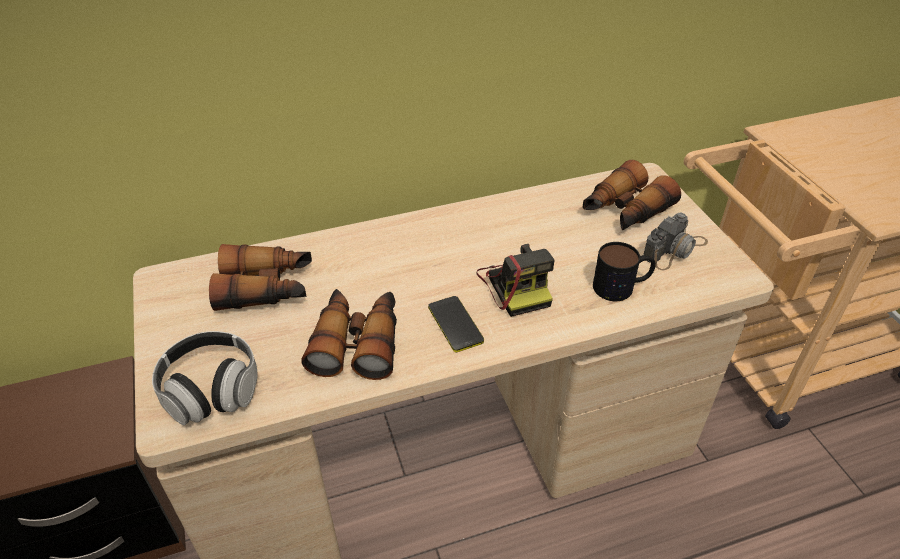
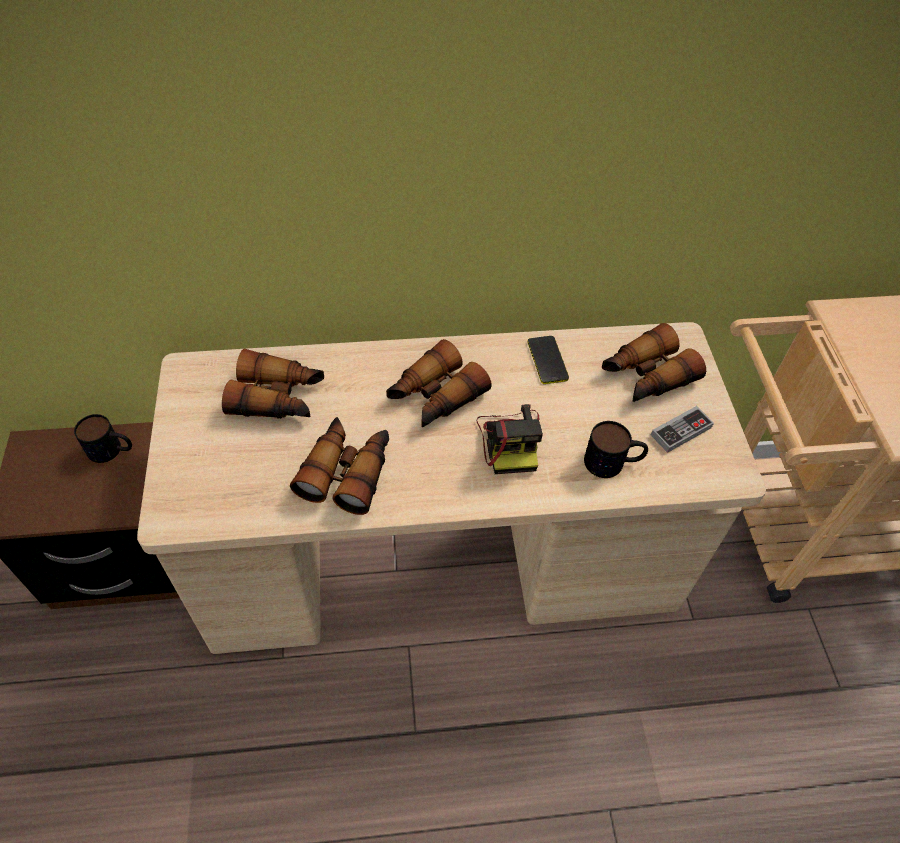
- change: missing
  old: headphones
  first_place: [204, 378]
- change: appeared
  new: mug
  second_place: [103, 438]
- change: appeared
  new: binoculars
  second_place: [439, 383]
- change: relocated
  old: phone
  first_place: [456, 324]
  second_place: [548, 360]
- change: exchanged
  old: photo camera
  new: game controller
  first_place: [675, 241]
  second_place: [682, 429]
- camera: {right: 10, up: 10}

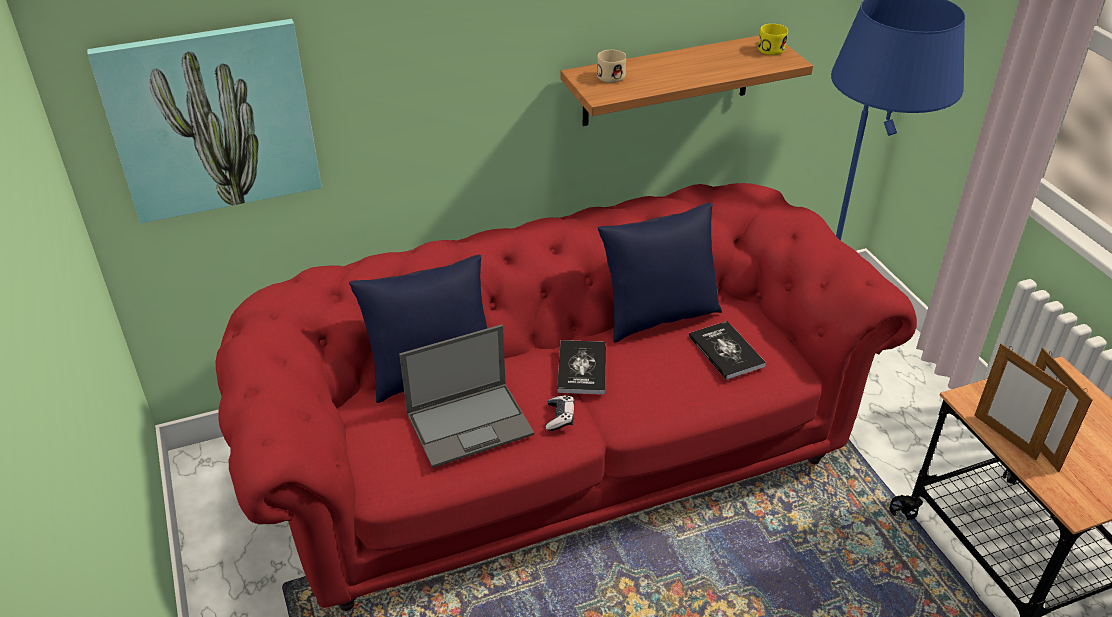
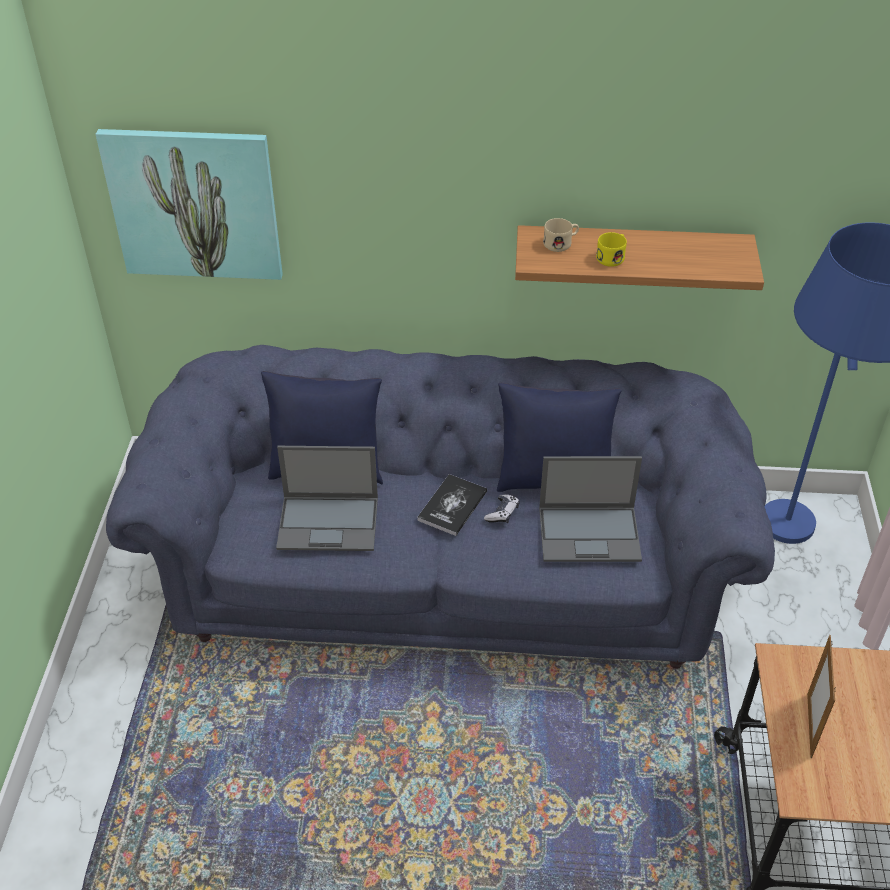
- change: missing
  old: picture frame
  first_place: [1021, 402]
- change: relocated
  old: game controller
  first_place: [560, 413]
  second_place: [501, 509]
- change: relocated
  old: yellow mug
  first_place: [773, 39]
  second_place: [611, 249]
- change: exchanged
  old: book
  new: laptop
  first_place: [727, 350]
  second_place: [590, 509]
- change: colour
  old: red sofa
  new: blue sofa
  first_place: [566, 397]
  second_place: [440, 507]
- camera: {right: 25, up: 5}

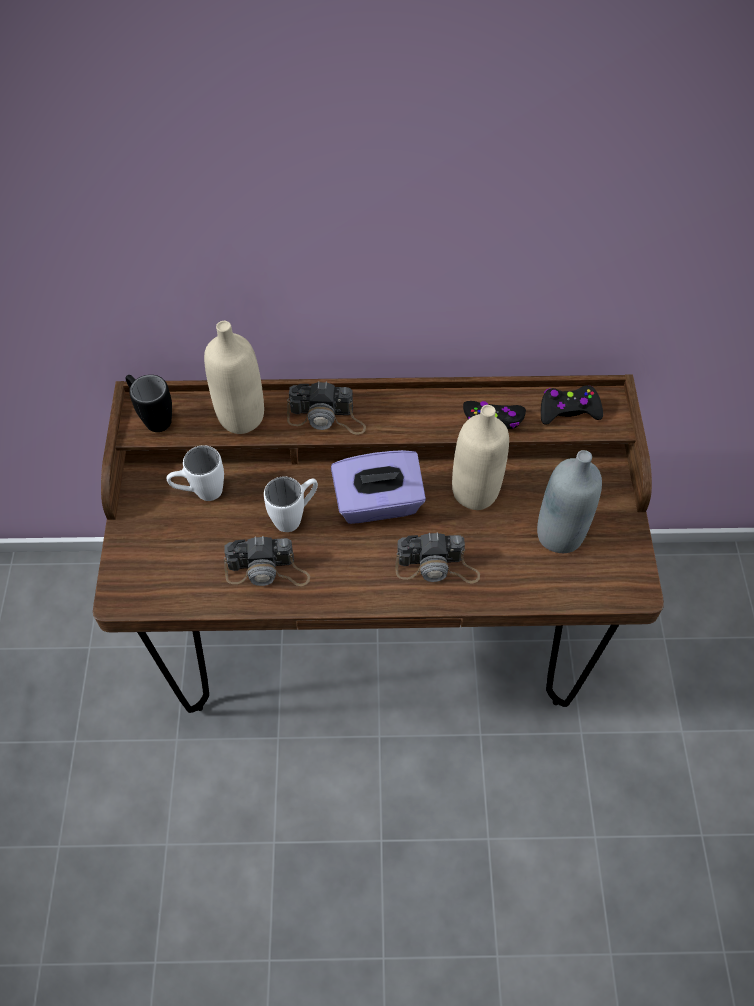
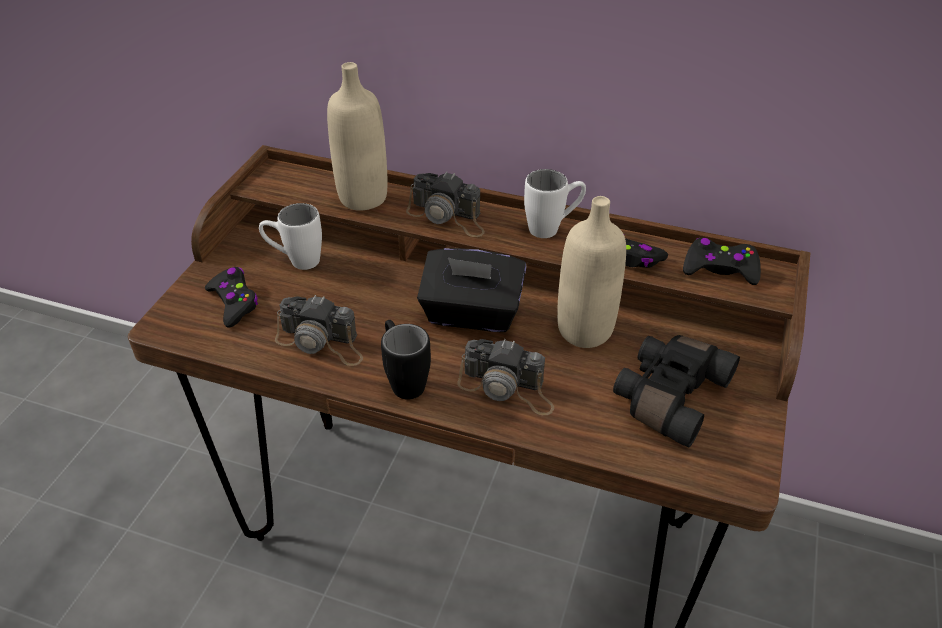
- change: appeared
  new: black game controller
  second_place: [231, 297]
- change: relocated
  old: black mug
  first_place: [148, 403]
  second_place: [406, 359]
- change: relocated
  old: white mug
  first_place: [291, 504]
  second_place: [555, 203]
- change: exchanged
  old: grey bottle
  new: black binoculars
  first_place: [569, 501]
  second_place: [676, 391]
- change: colour
  old: purple tissue box
  new: black tissue box
  first_place: [378, 487]
  second_place: [471, 290]
- camera: {right: 20, up: -15}

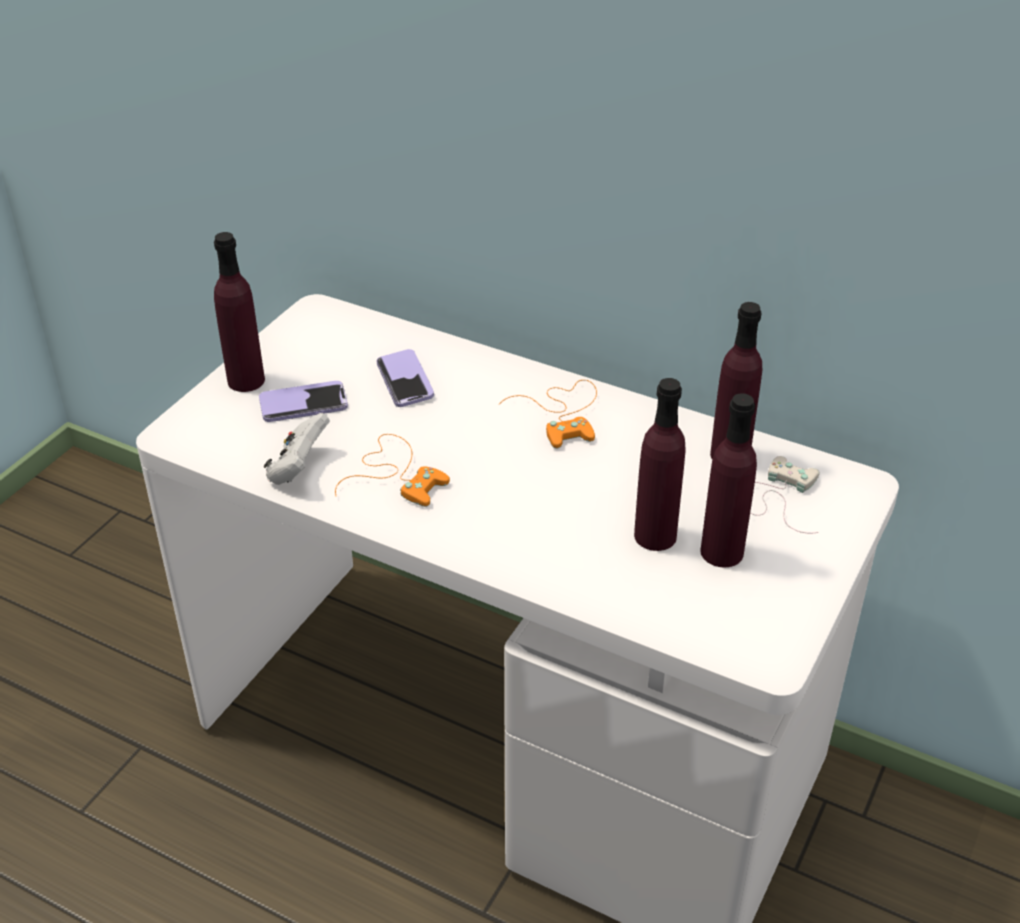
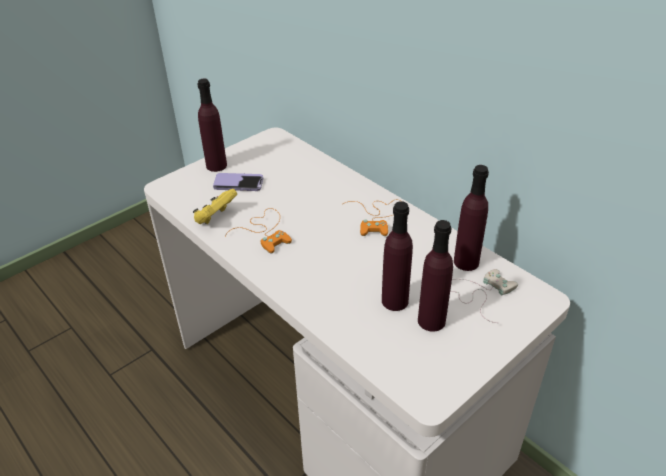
- change: missing
  old: phone
  first_place: [405, 378]
- change: colour
  old: white game controller
  new: yellow game controller
  first_place: [297, 449]
  second_place: [215, 206]
- camera: {right: 20, up: 0}

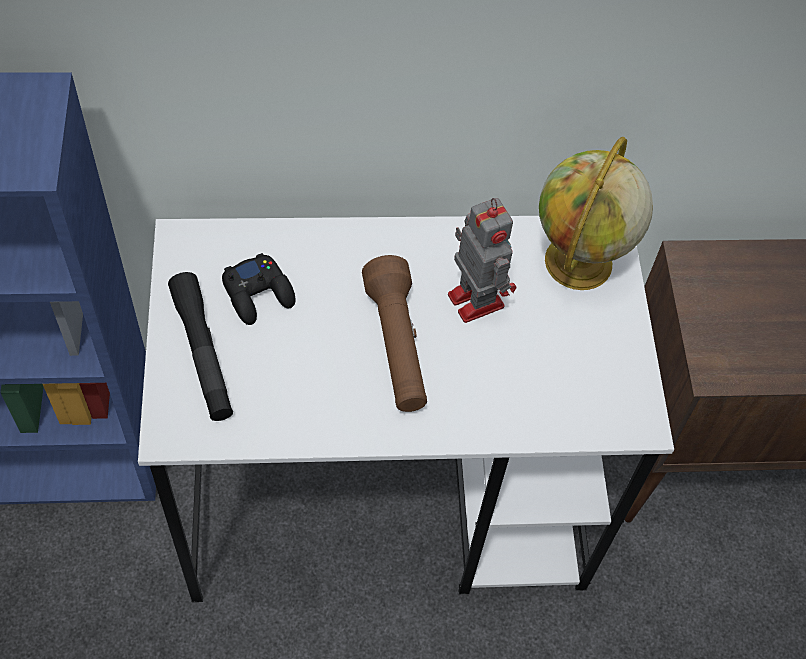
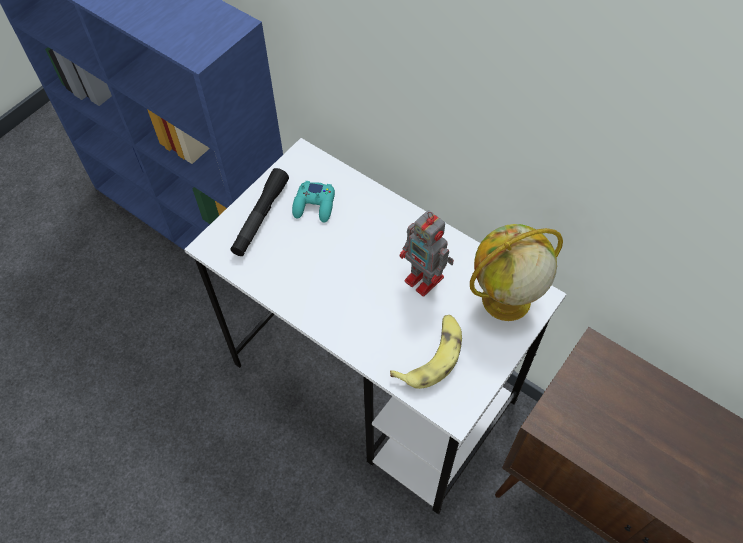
- change: missing
  old: brown flashlight
  first_place: [394, 333]
- change: appeared
  new: banana
  second_place: [426, 352]
- change: colour
  old: black game controller
  new: turquoise game controller
  first_place: [258, 289]
  second_place: [313, 202]
- change: spun
  old: toy robot
  first_place: [482, 260]
  second_place: [427, 253]
  degrees: 120
- camera: {right: 45, up: 0}

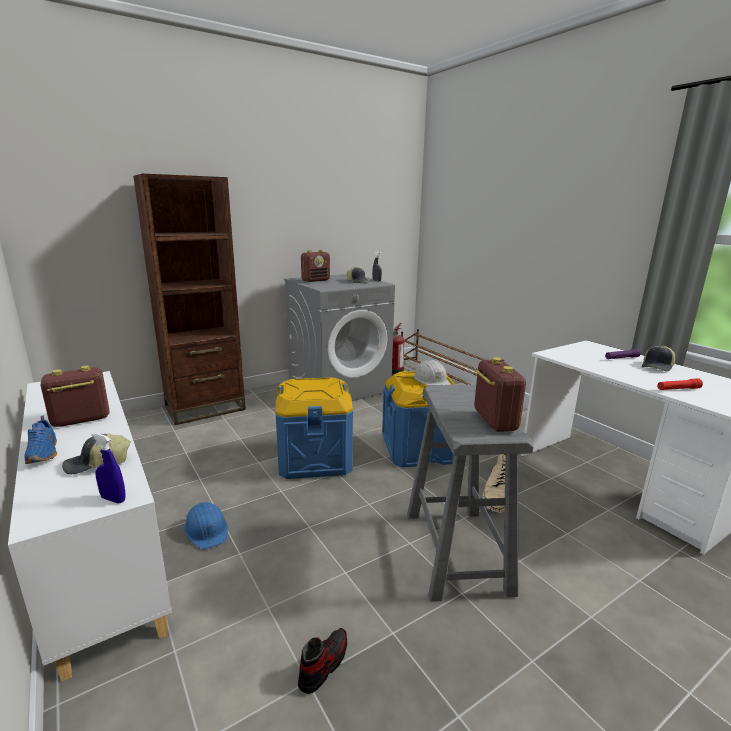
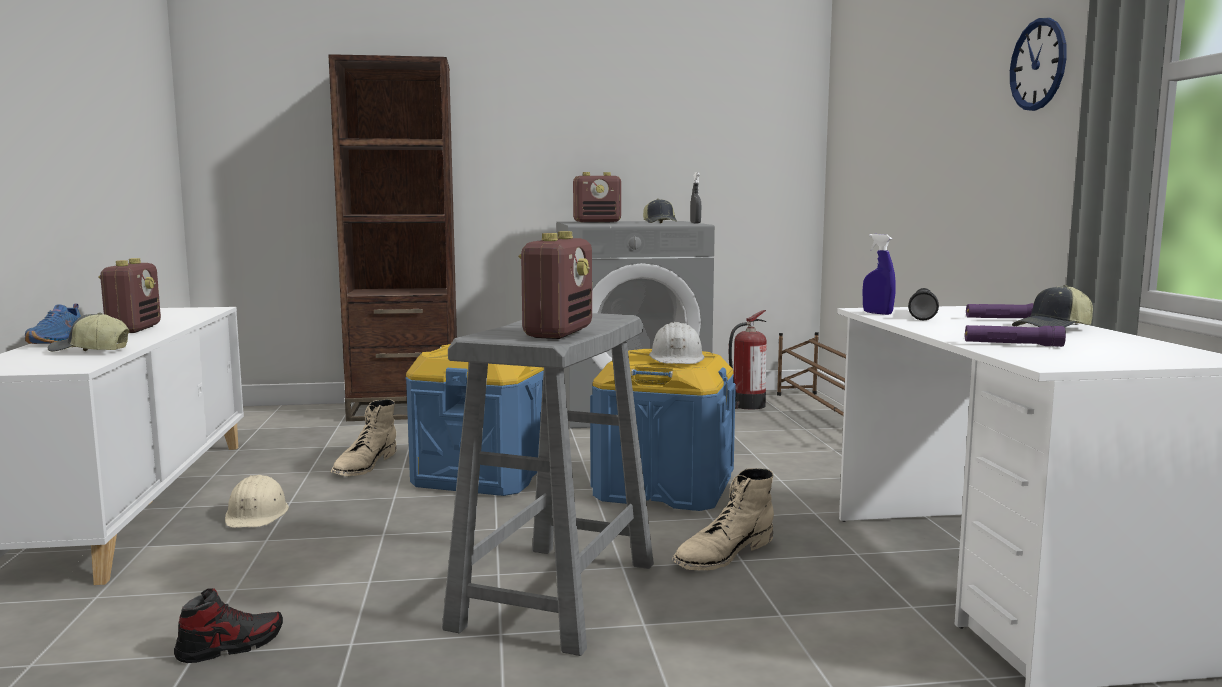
- change: appeared
  new: beige boot
  second_place: [363, 437]
- change: appeared
  new: black flashlight
  second_place: [923, 304]
- change: appeared
  new: wall clock
  second_place: [1038, 64]
- change: relocated
  old: blue spray bottle
  first_place: [108, 468]
  second_place: [879, 274]
- change: colour
  old: blue hard hat
  new: beige hard hat
  first_place: [206, 525]
  second_place: [257, 501]
- change: colour
  old: red flashlight
  new: purple flashlight
  first_place: [680, 384]
  second_place: [1015, 336]
- change: spun
  old: radio
  first_place: [75, 396]
  second_place: [129, 295]
  degrees: 90
- camera: {right: 25, up: -10}

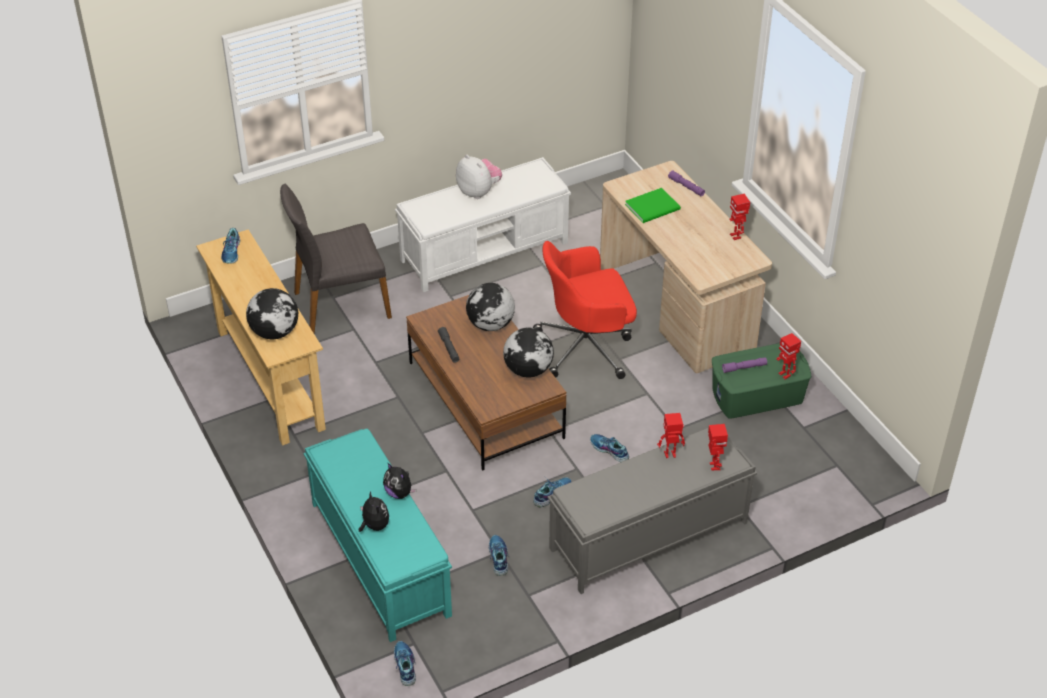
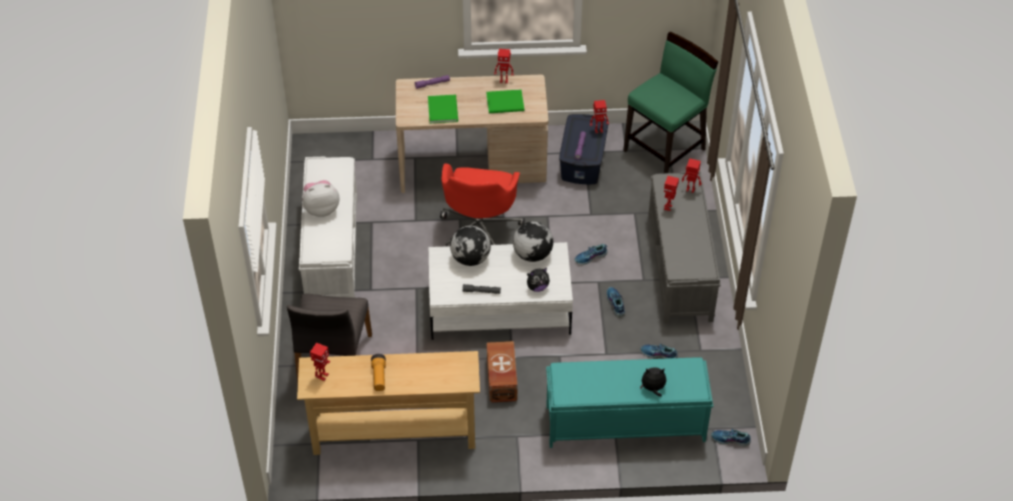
- change: missing
  old: globe
  first_place: [272, 313]
- change: appeared
  new: flashlight
  second_place: [378, 372]
- change: appeared
  new: green book
  second_place: [505, 101]
- change: appeared
  new: brown storage box
  second_place: [502, 372]
- change: appeared
  new: green chair
  second_place: [670, 102]
- change: relocated
  old: plush toy
  first_place: [399, 480]
  second_place: [538, 280]
- change: exchanged
  old: shoe
  new: toy robot
  first_place: [231, 246]
  second_place: [320, 362]
- change: colour
  old: brown coffee table
  new: white coffee table
  first_place: [486, 382]
  second_place: [501, 291]
- change: colour
  old: green storage box
  new: blue storage box
  first_place: [761, 381]
  second_place: [584, 149]
- camera: {right: -65, up: 5}

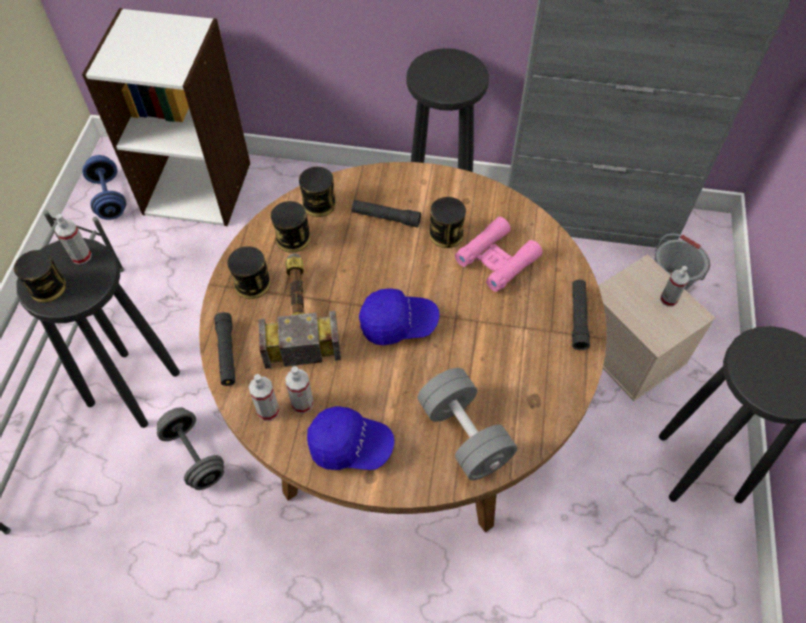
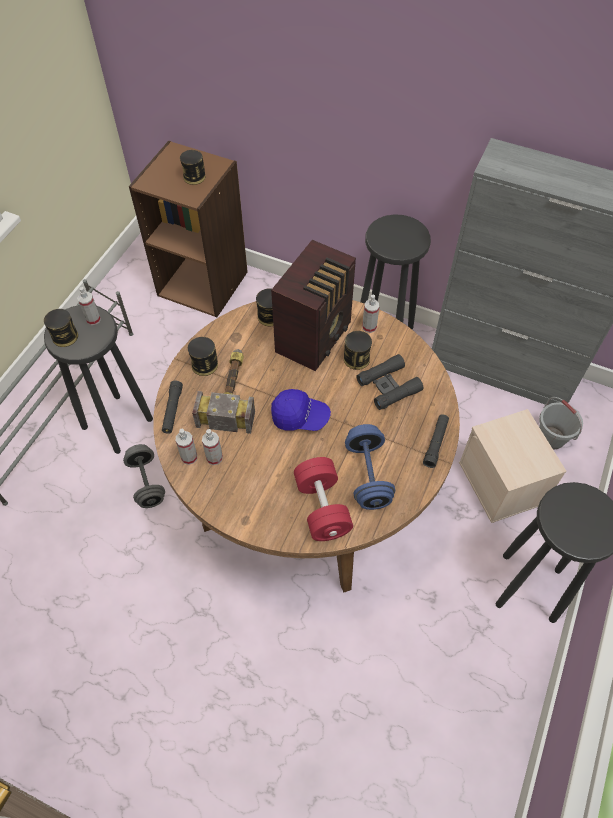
- change: missing
  old: blue cap
  first_place: [351, 438]
- change: relocated
  old: blue dumbbell
  first_place: [104, 187]
  second_place: [370, 467]
- change: relocated
  old: can
  first_place: [290, 227]
  second_place: [192, 167]
- change: relocated
  old: spray bottle
  first_place: [674, 286]
  second_place: [370, 314]
- change: exchanged
  old: black flashlight
  new: radio
  first_place: [386, 213]
  second_place: [313, 305]
- change: colour
  old: white bookcase
  new: brown bookcase
  first_place: [166, 117]
  second_place: [188, 229]
- change: colour
  old: grey dumbbell
  new: red dumbbell
  first_place: [467, 424]
  second_place: [323, 499]
- change: colour
  old: pink binoculars
  new: black binoculars
  first_place: [499, 254]
  second_place: [389, 382]
- camera: {right: 15, up: 0}

